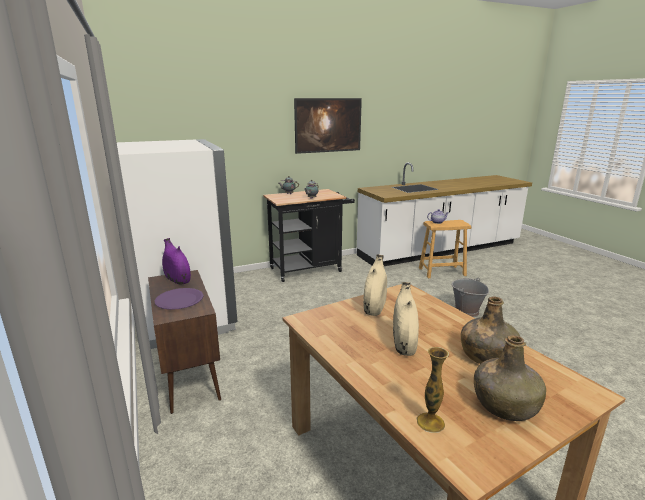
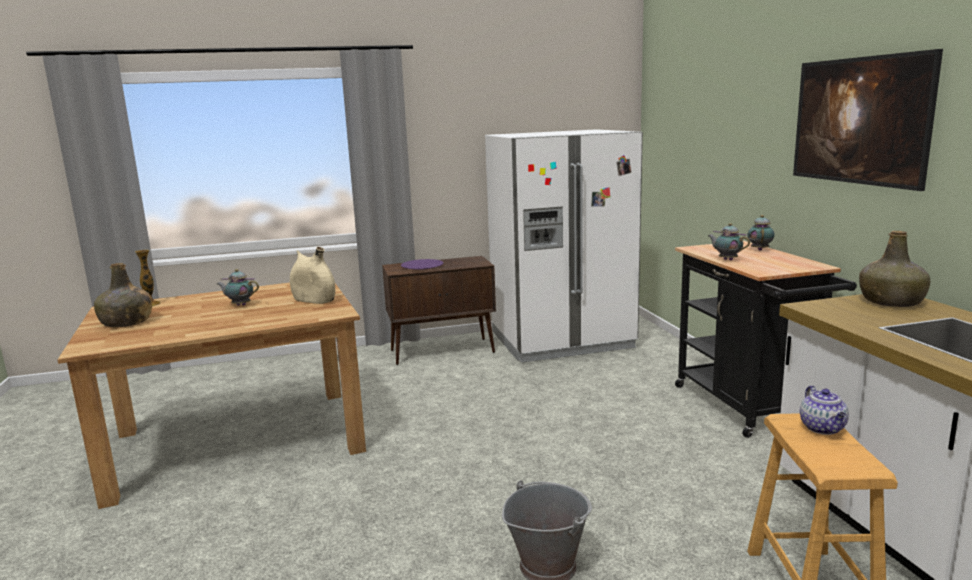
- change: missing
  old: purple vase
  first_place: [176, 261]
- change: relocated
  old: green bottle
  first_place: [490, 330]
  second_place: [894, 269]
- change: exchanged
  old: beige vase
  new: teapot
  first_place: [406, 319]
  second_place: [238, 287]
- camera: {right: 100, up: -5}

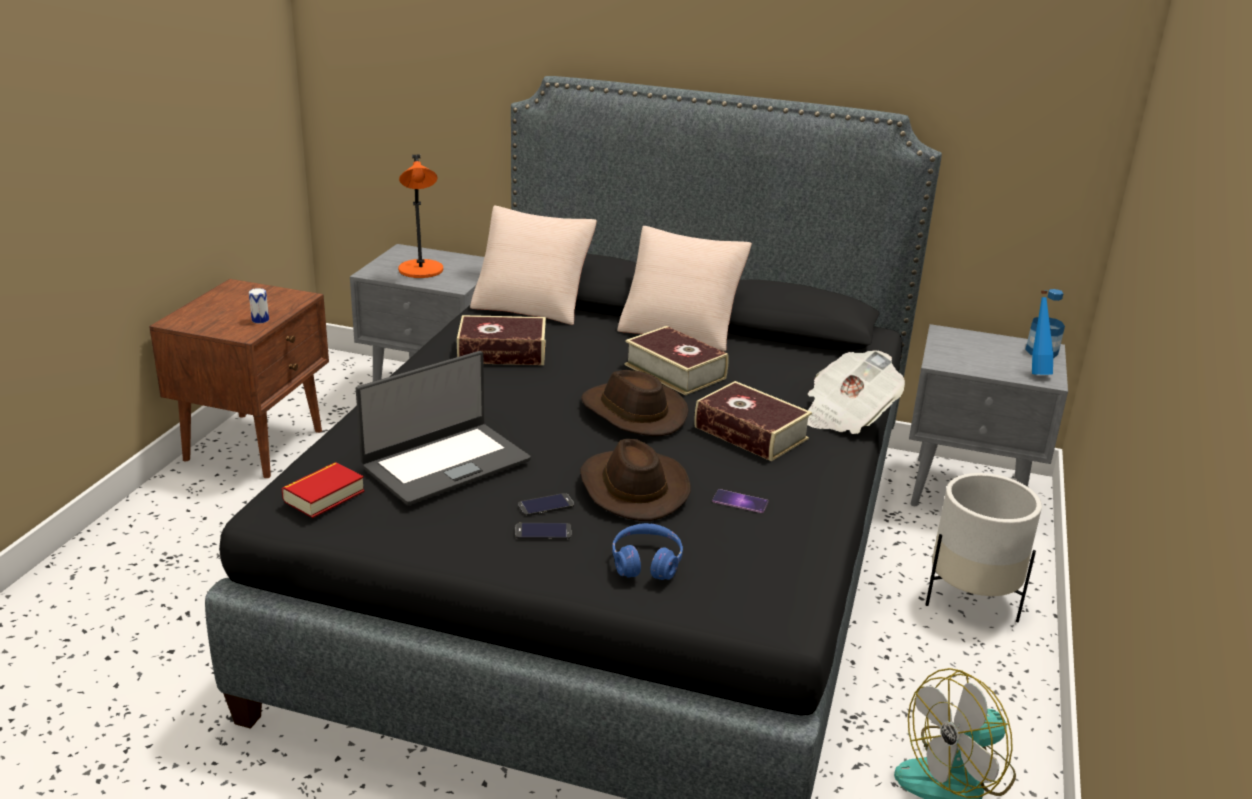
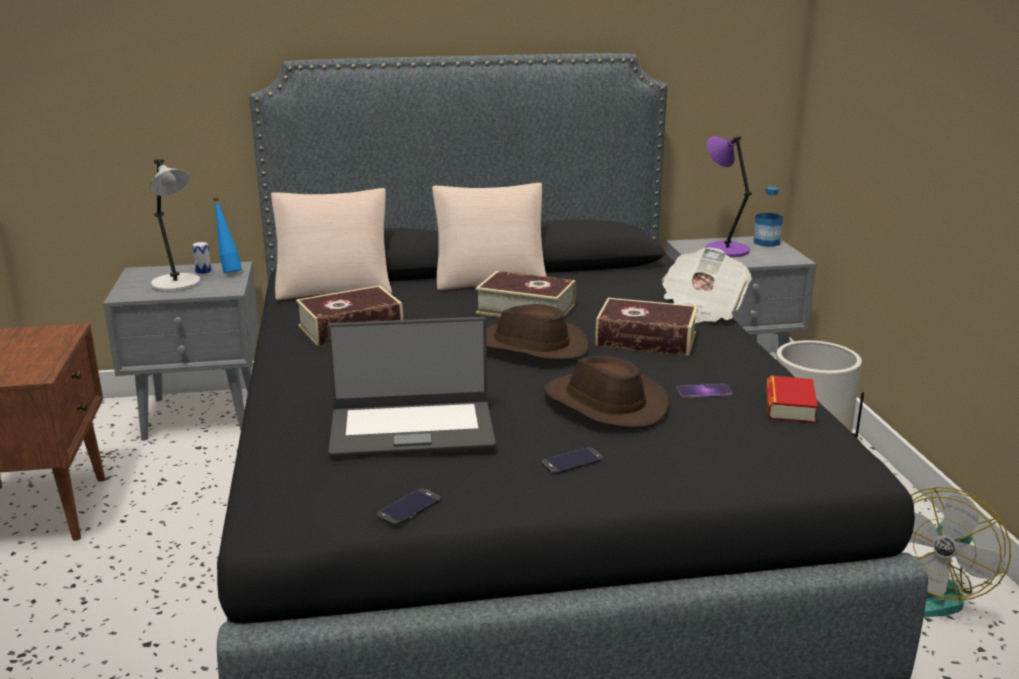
- change: missing
  old: blue headphones
  first_place: [647, 551]
- change: appeared
  new: purple table lamp
  second_place: [729, 196]
- change: relocated
  old: can
  first_place: [259, 305]
  second_place: [201, 258]
- change: relocated
  old: book
  first_place: [323, 490]
  second_place: [792, 399]
- change: relocated
  old: phone
  first_place: [546, 504]
  second_place: [408, 507]
- change: relocated
  old: blue bottle
  first_place: [1042, 333]
  second_place: [227, 235]
- change: colour
  old: orange table lamp
  new: grey table lamp
  first_place: [420, 216]
  second_place: [175, 225]
- change: spun
  old: laptop
  first_place: [443, 428]
  second_place: [411, 387]
  degrees: 60
- camera: {right: -25, up: -5}

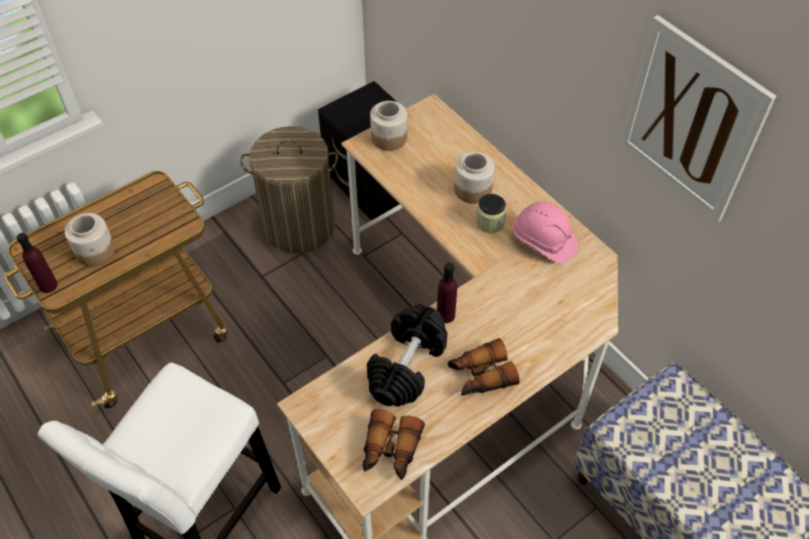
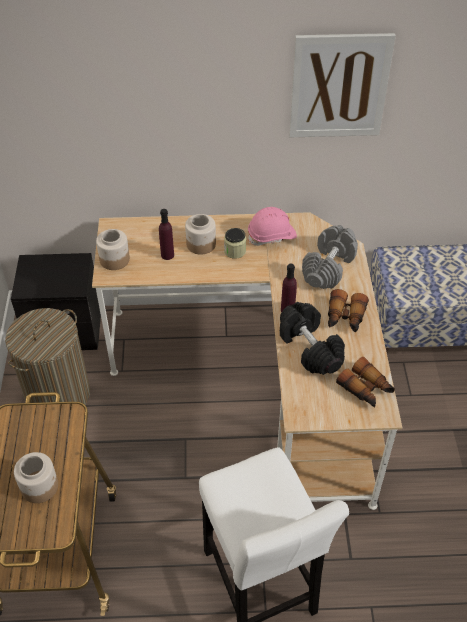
- change: appeared
  new: grey dumbbell
  second_place: [330, 257]
- change: relocated
  old: purple bottle
  first_place: [37, 263]
  second_place: [166, 234]
- camera: {right: -55, up: -5}

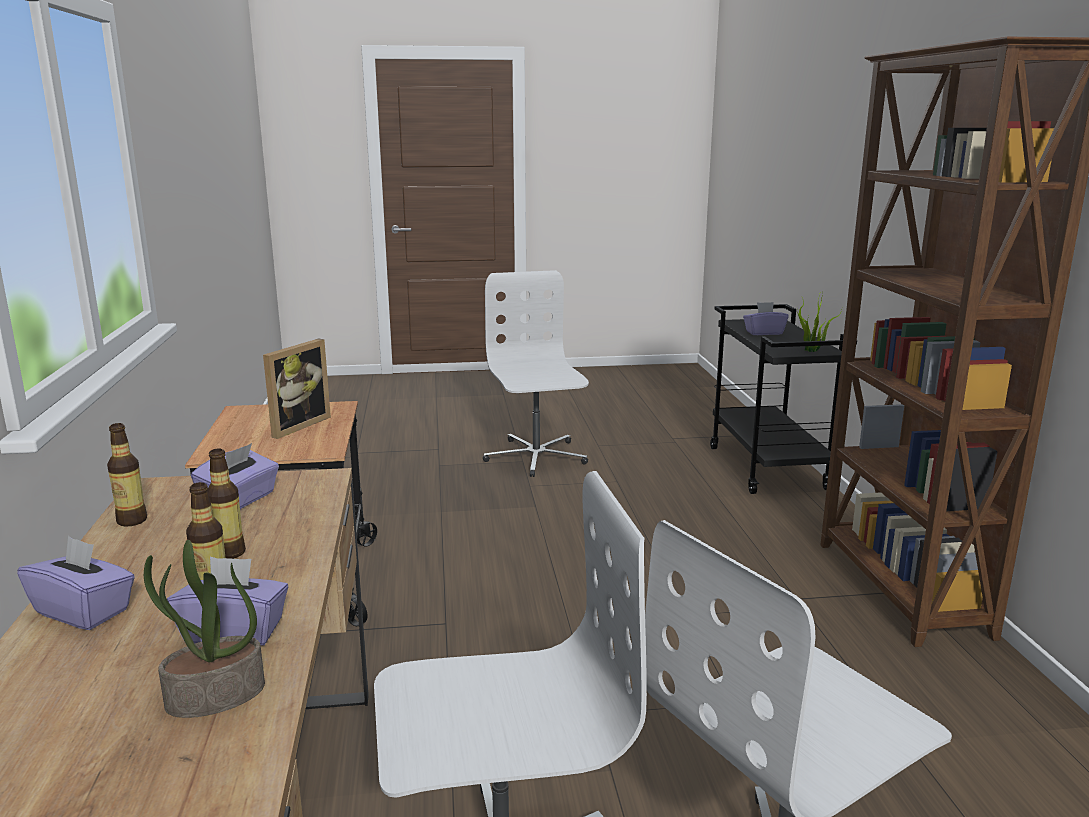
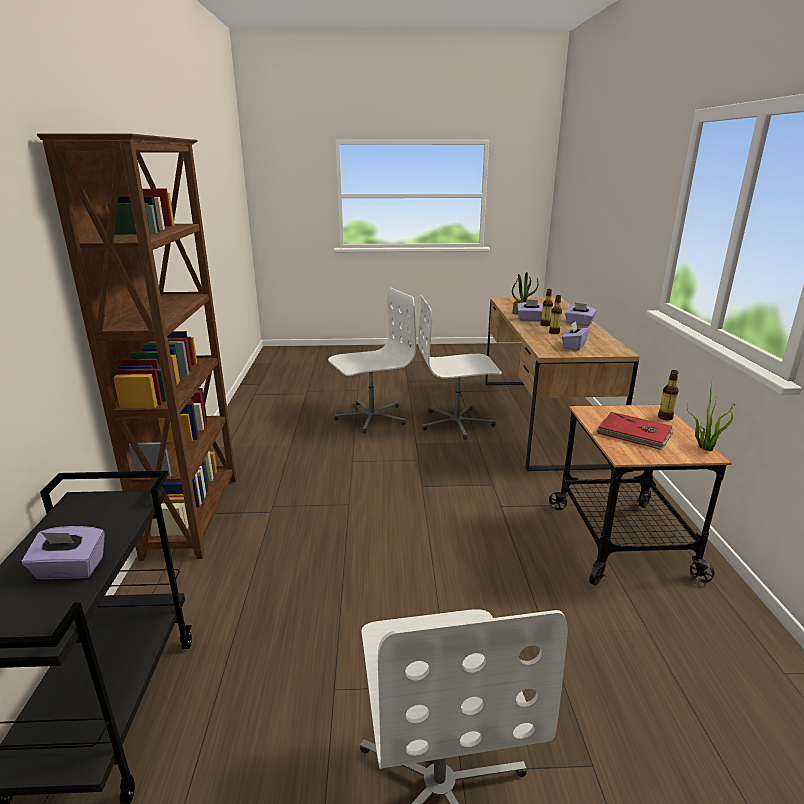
- change: relocated
  old: bottle
  first_place: [127, 474]
  second_place: [668, 395]
- change: relocated
  old: potted plant
  first_place: [819, 321]
  second_place: [711, 413]
- change: exchanged
  old: picture frame
  new: red book
  first_place: [297, 388]
  second_place: [635, 431]
- camera: {right: -175, up: 5}

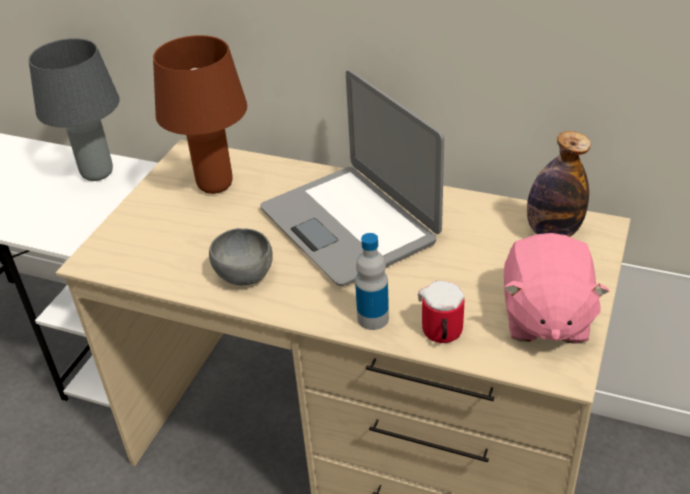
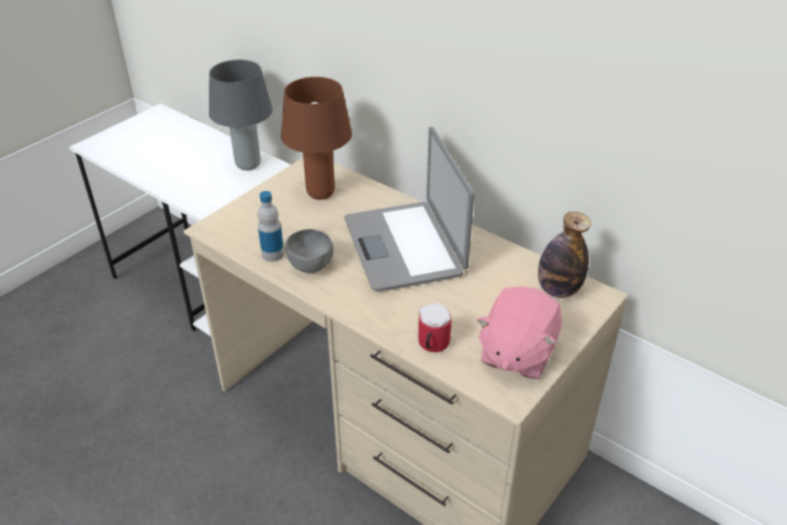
- change: relocated
  old: bottle
  first_place: [372, 281]
  second_place: [270, 226]
- camera: {right: 15, up: 0}

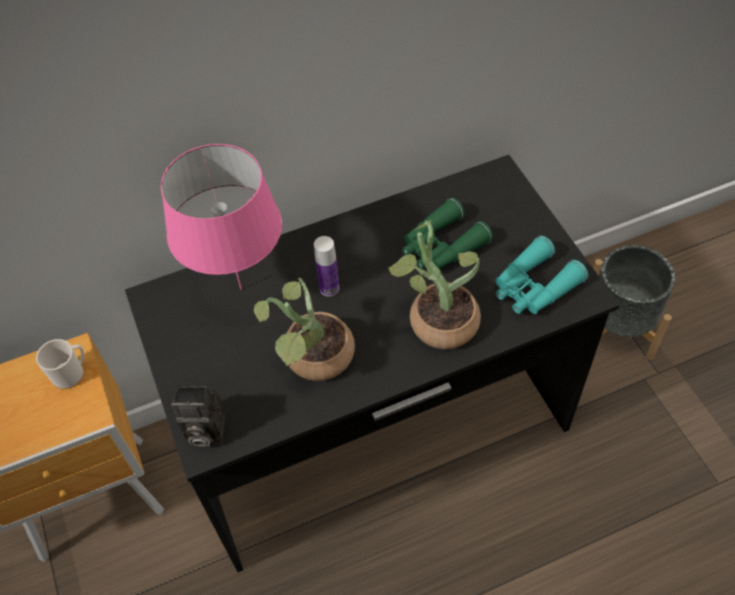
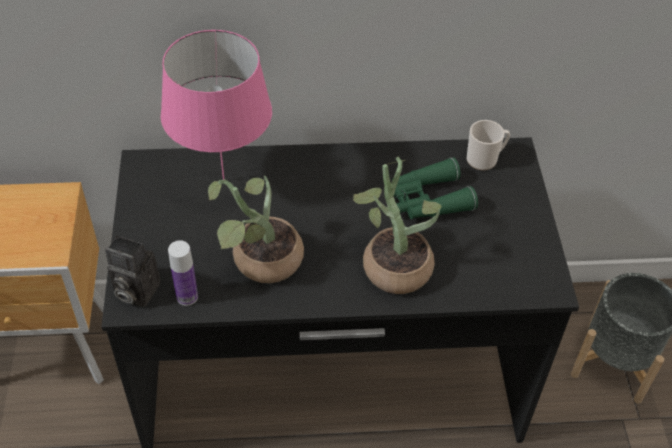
- change: missing
  old: turquoise binoculars
  first_place: [541, 275]
- change: relocated
  old: mug
  first_place: [60, 364]
  second_place: [488, 145]
- change: relocated
  old: bottle
  first_place: [326, 266]
  second_place: [183, 273]
- camera: {right: 15, up: -5}

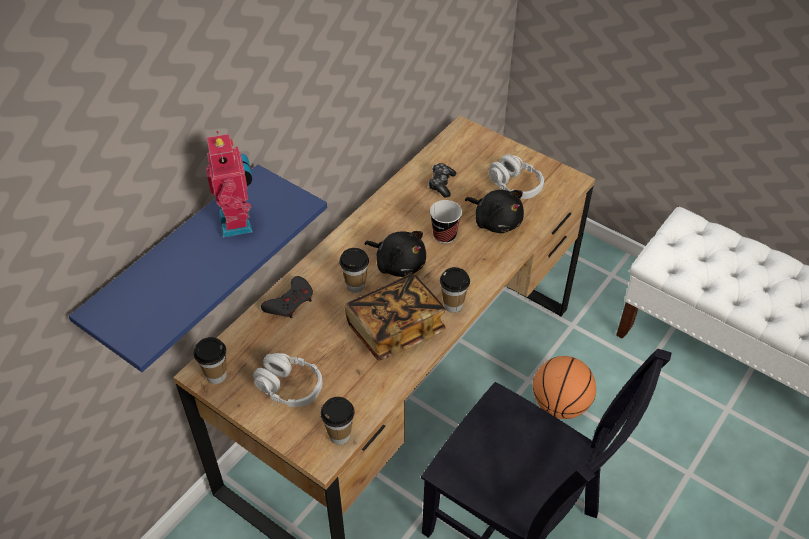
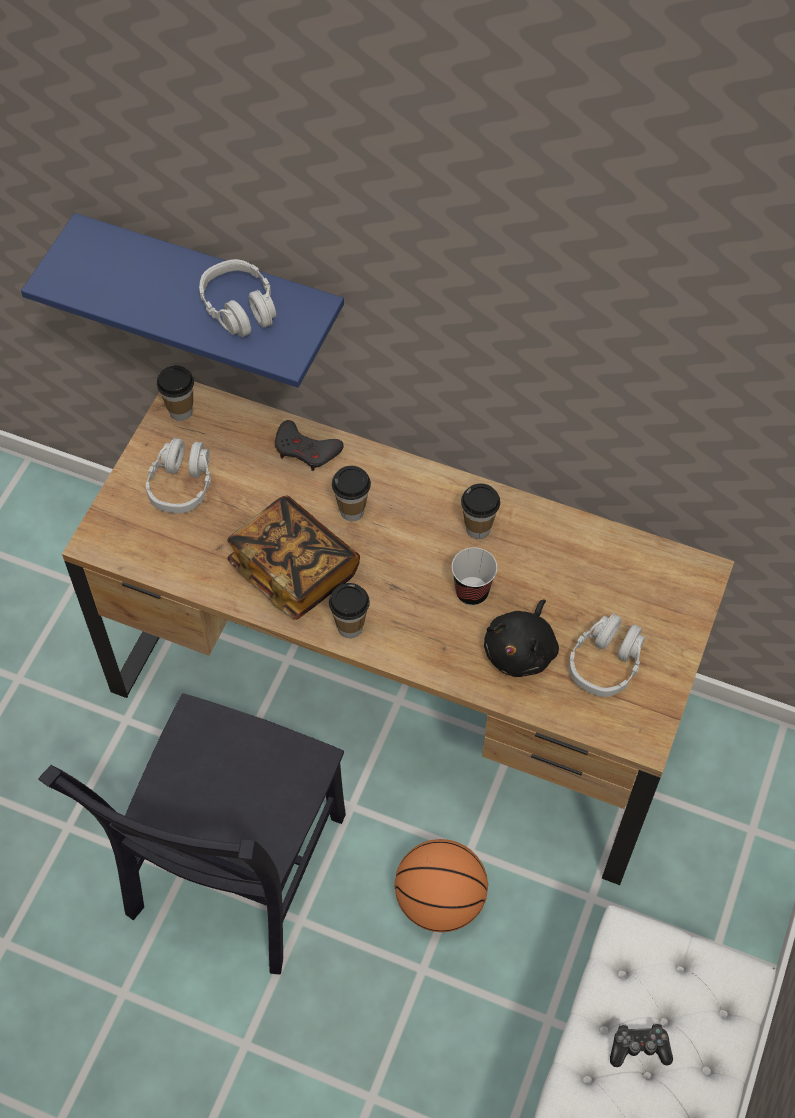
- change: missing
  old: black plush toy
  first_place: [395, 254]
- change: relocated
  old: cup
  first_place: [337, 421]
  second_place: [480, 511]
- change: relocated
  old: game controller
  first_place: [442, 180]
  second_place: [641, 1045]
- change: exchanged
  old: toy robot
  new: grey headphones
  first_place: [229, 184]
  second_place: [237, 298]
- camera: {right: 75, up: 10}

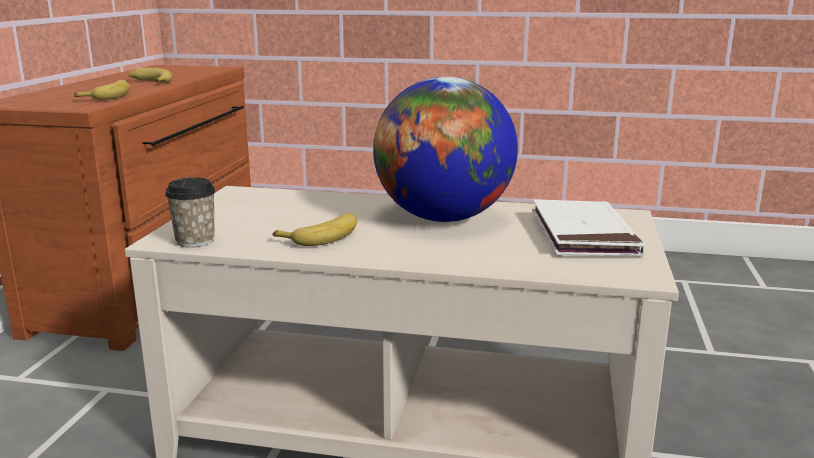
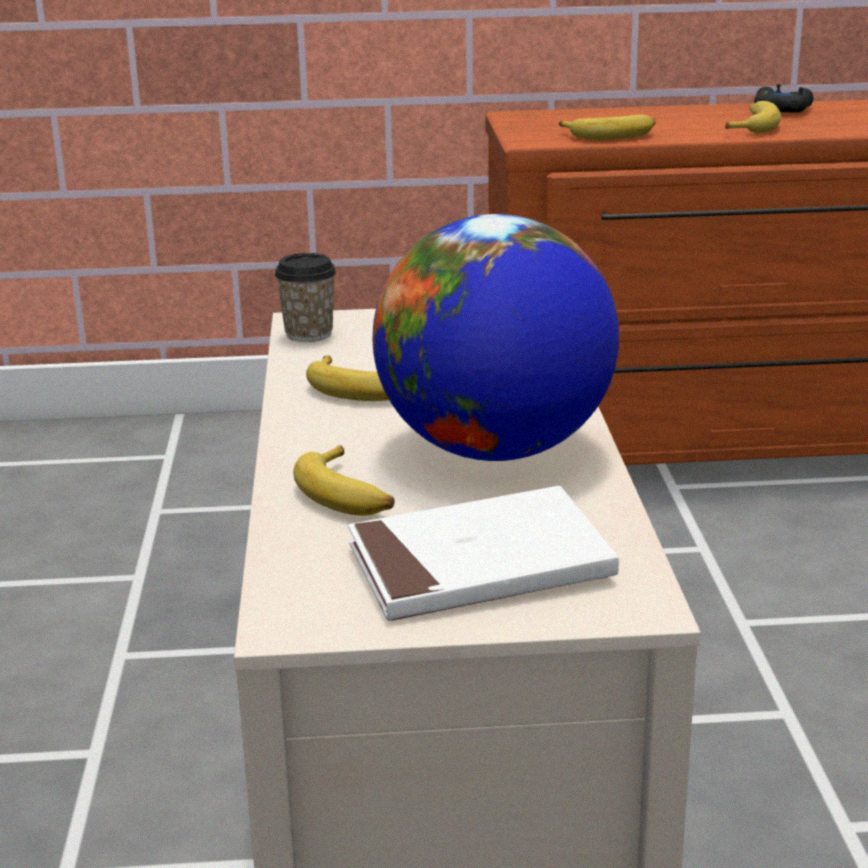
- change: appeared
  new: banana
  second_place: [344, 480]
- change: appeared
  new: black game controller
  second_place: [783, 98]
- camera: {right: 75, up: 5}

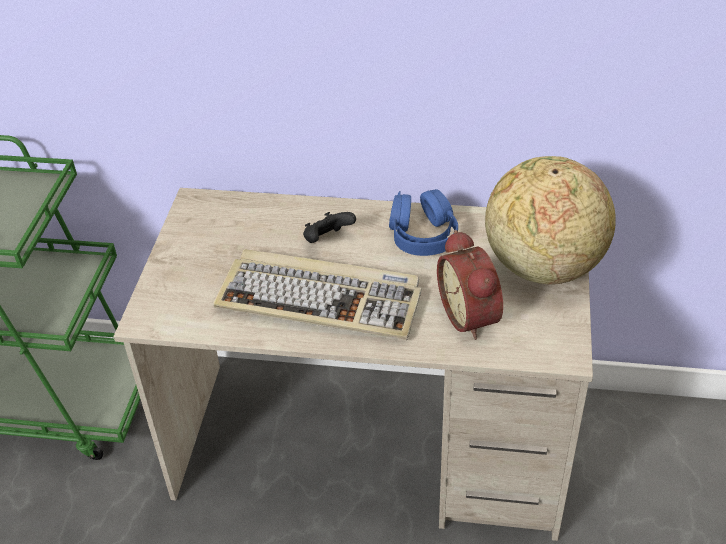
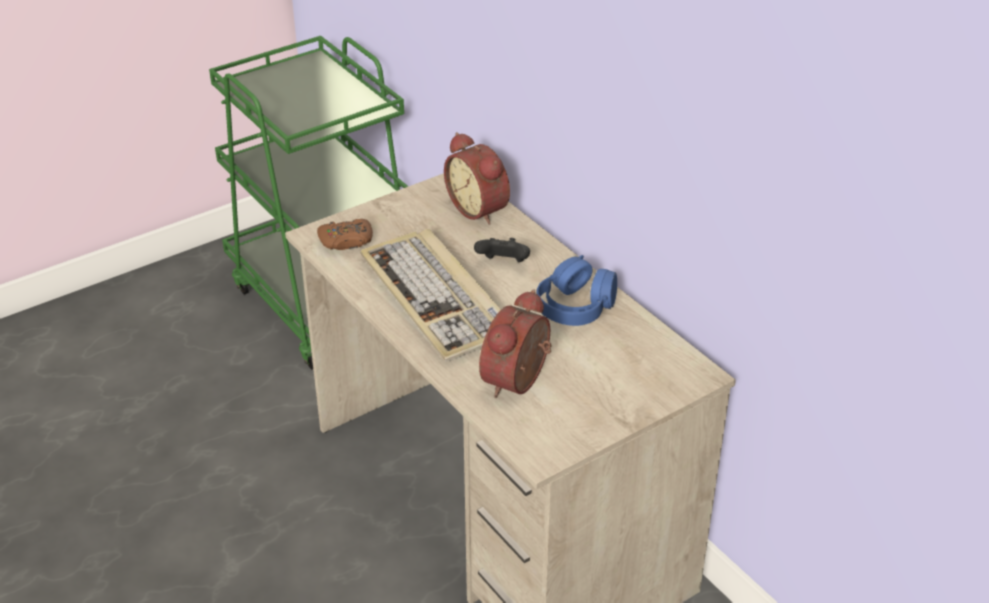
- change: missing
  old: globe
  first_place: [550, 220]
- change: appeared
  new: brown game controller
  second_place: [345, 234]
- change: appeared
  new: alarm clock
  second_place: [477, 178]
- camera: {right: 45, up: -5}

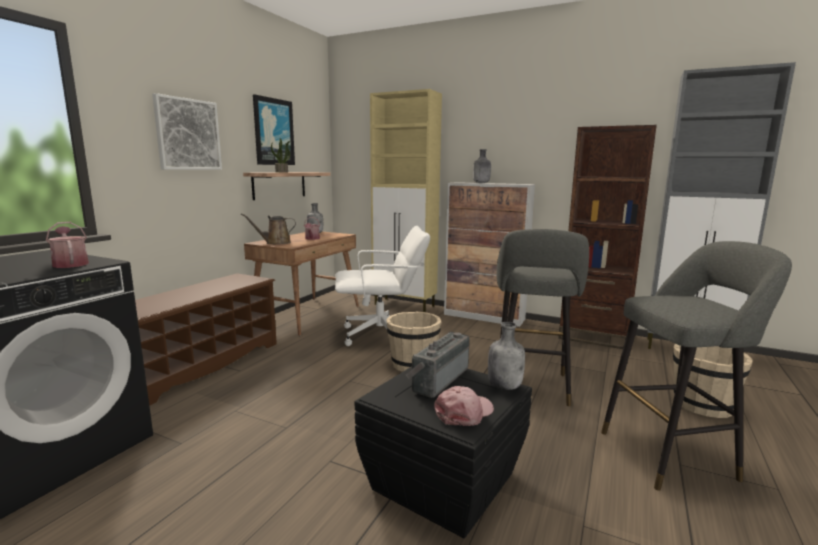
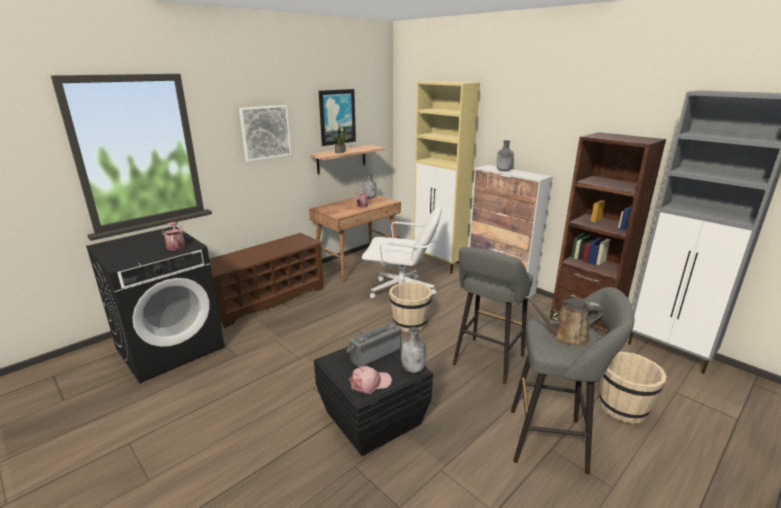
- change: relocated
  old: brown watering can
  first_place: [268, 229]
  second_place: [564, 321]
- camera: {right: 20, up: 10}

